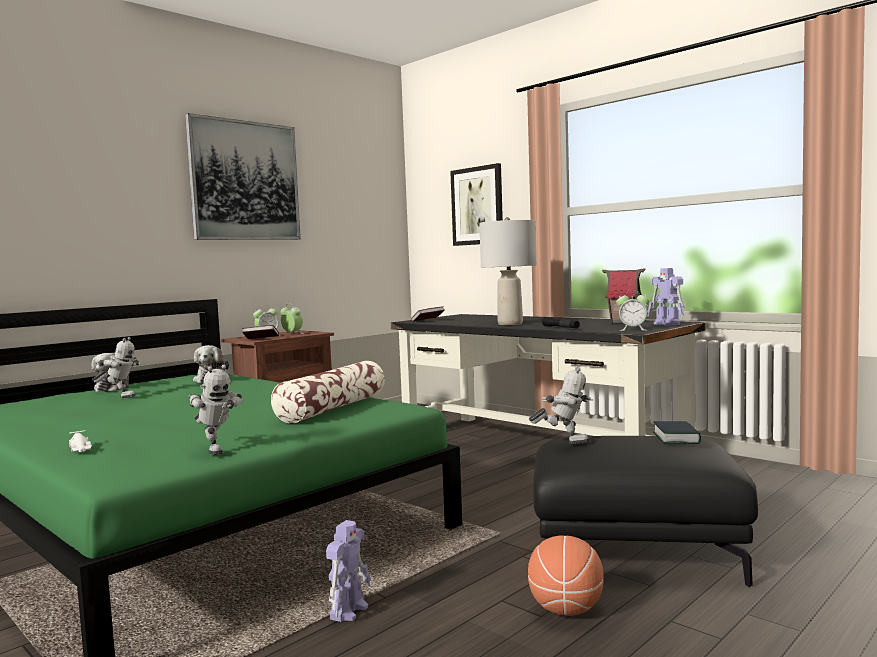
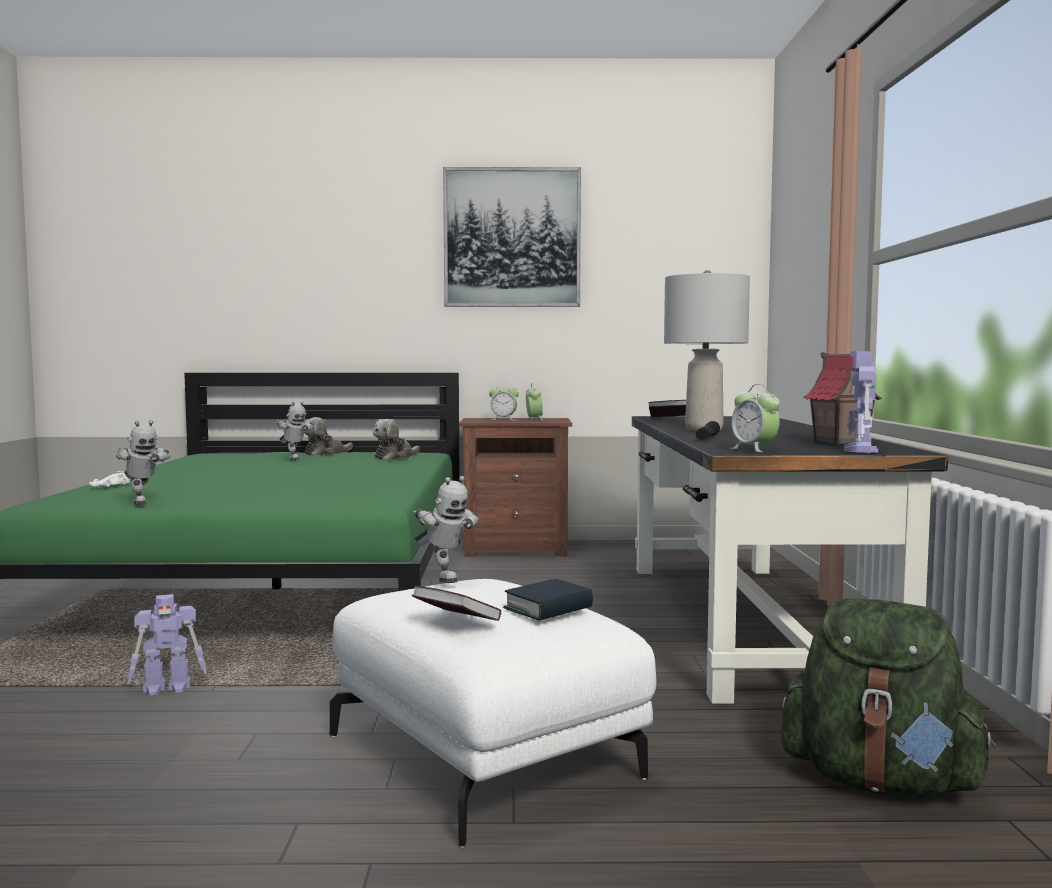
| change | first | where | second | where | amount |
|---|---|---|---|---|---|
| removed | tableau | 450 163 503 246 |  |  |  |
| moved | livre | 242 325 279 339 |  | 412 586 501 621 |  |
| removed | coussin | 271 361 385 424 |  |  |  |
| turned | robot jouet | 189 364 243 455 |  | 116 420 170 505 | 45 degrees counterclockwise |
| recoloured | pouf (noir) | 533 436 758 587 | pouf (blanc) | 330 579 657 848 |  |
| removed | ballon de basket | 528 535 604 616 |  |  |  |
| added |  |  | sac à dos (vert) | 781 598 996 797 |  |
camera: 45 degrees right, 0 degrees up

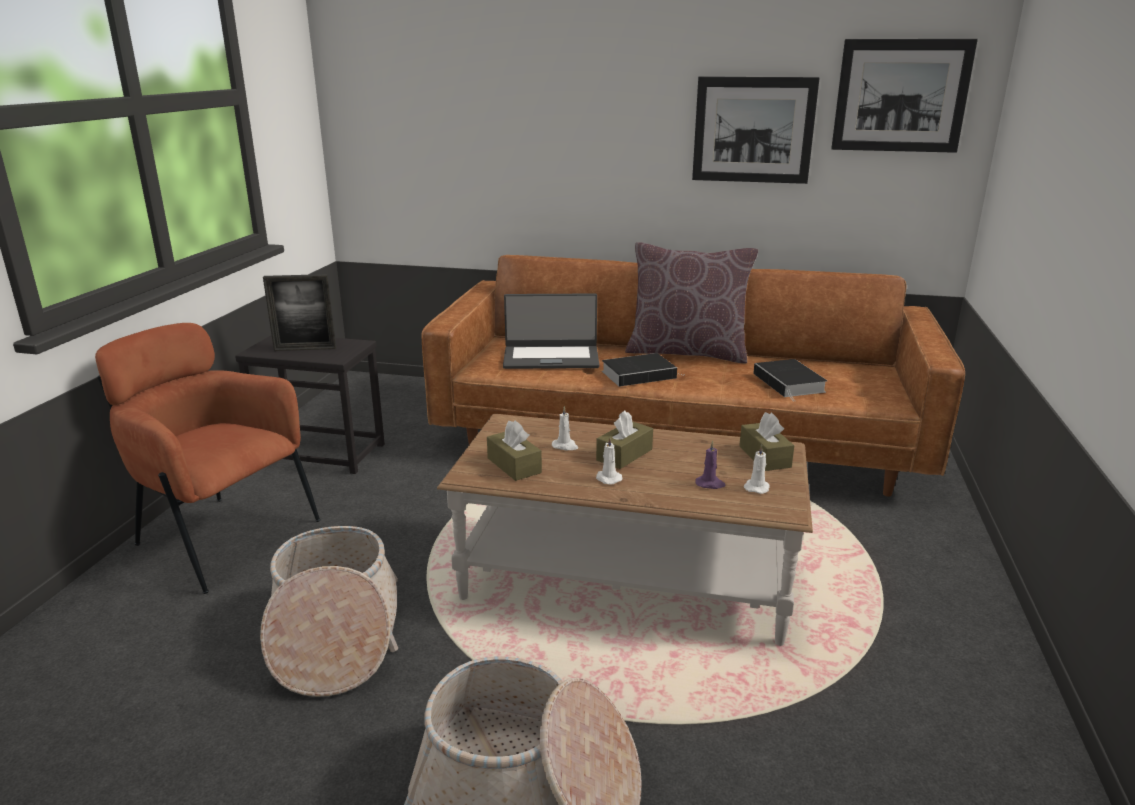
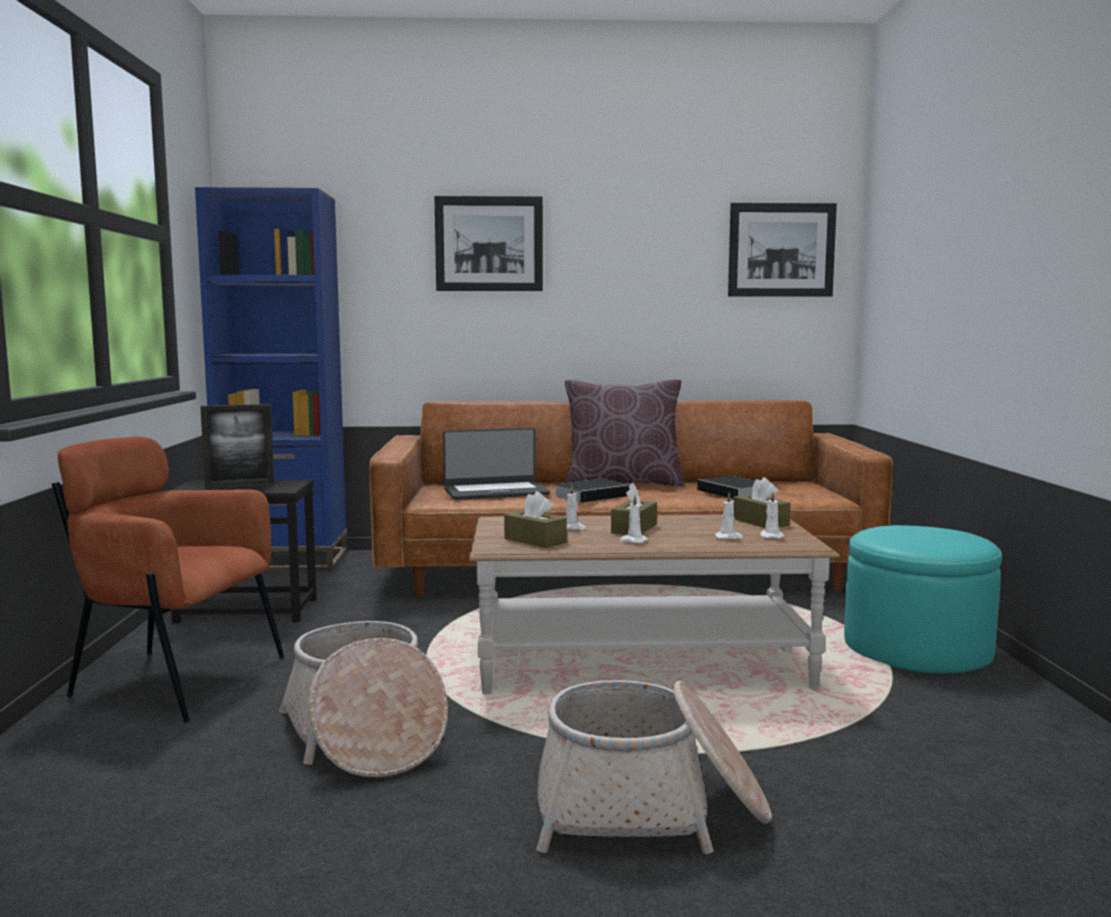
| change | first | where | second | where | amount |
|---|---|---|---|---|---|
| moved | tableau | 692 76 820 184 |  | 434 196 543 291 |  |
| recoloured | bougie (violet) | 695 441 726 489 | bougie (blanc) | 715 492 743 539 |  |
| added |  |  | bibliothèque (bleu) | 195 187 348 571 |  |
| added |  |  | pouf (turquoise) | 844 525 1002 673 |  |
camera: 15 degrees left, 15 degrees down

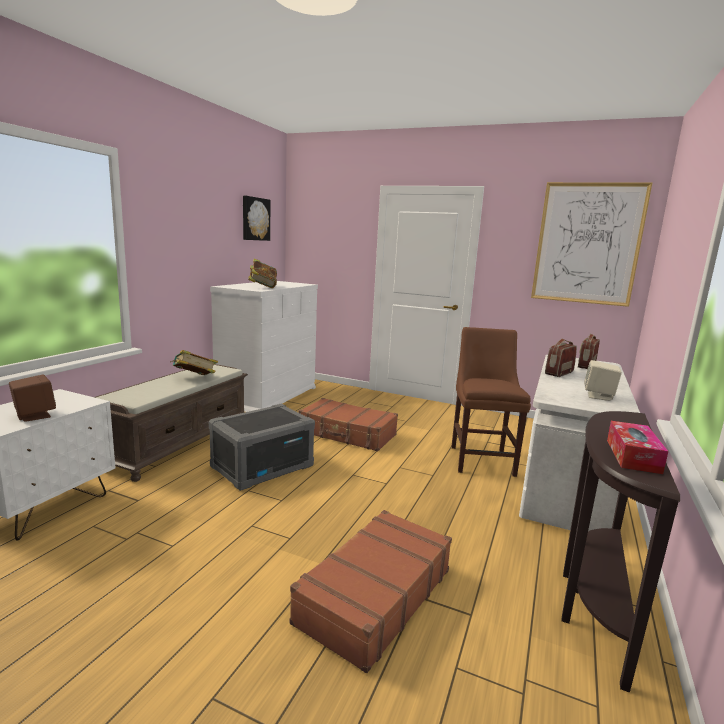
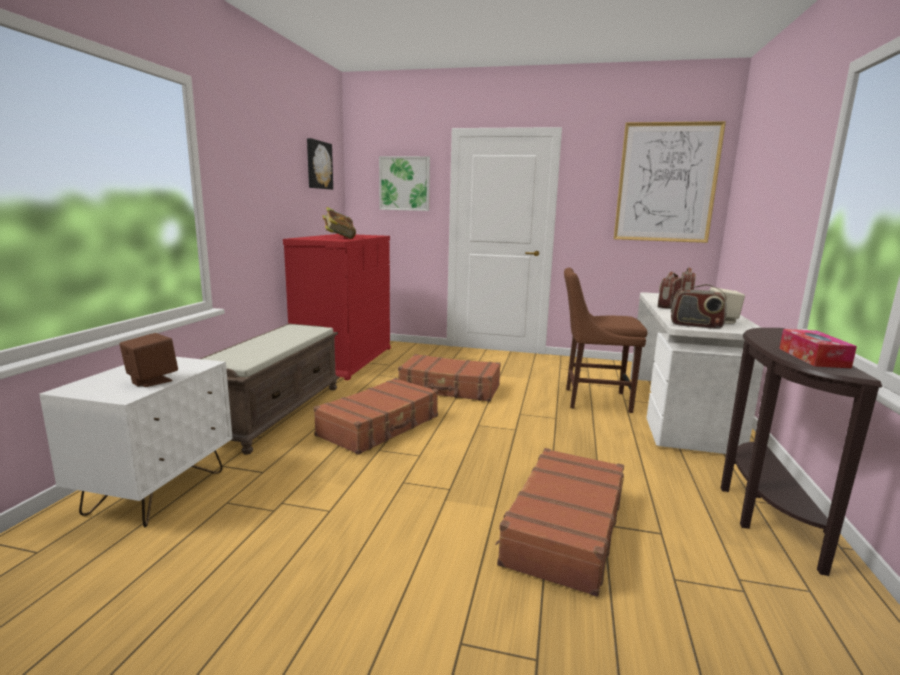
| change | first | where | second | where | amount |
|---|---|---|---|---|---|
| recoloured | commode (blanc) | 210 281 318 412 | commode (rouge) | 283 234 391 380 |  |
| turned | chaise (marron) | 451 327 531 477 |  | 564 268 647 413 | 75 degrees counterclockwise |
| removed | livre | 171 350 218 375 |  |  |  |
| replaced | boîte de rangement (gris) | 209 403 315 491 | valise (marron) | 314 378 438 455 |  |
| added |  |  | tableau | 379 156 430 211 |  |
| added |  |  | radio | 671 284 727 329 |  |
camera: 10 degrees left, 0 degrees up

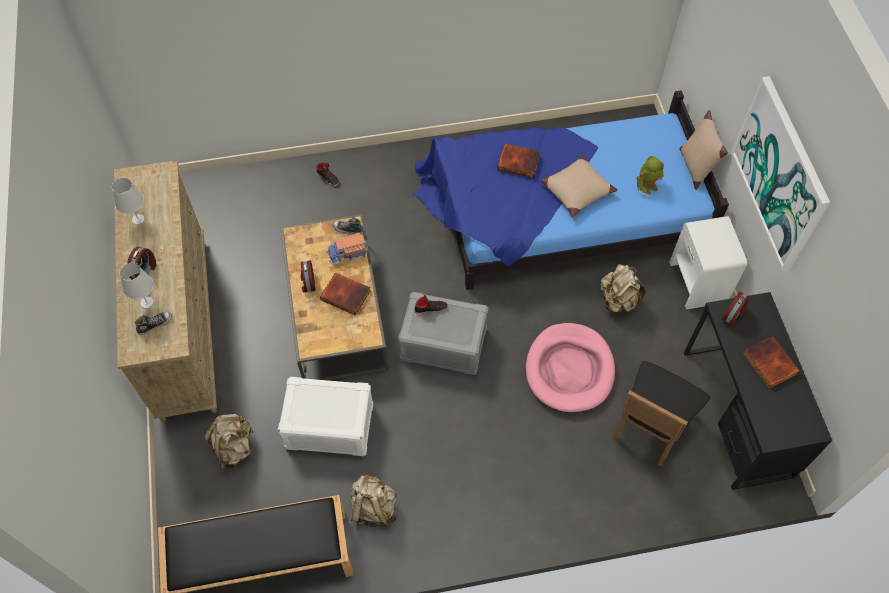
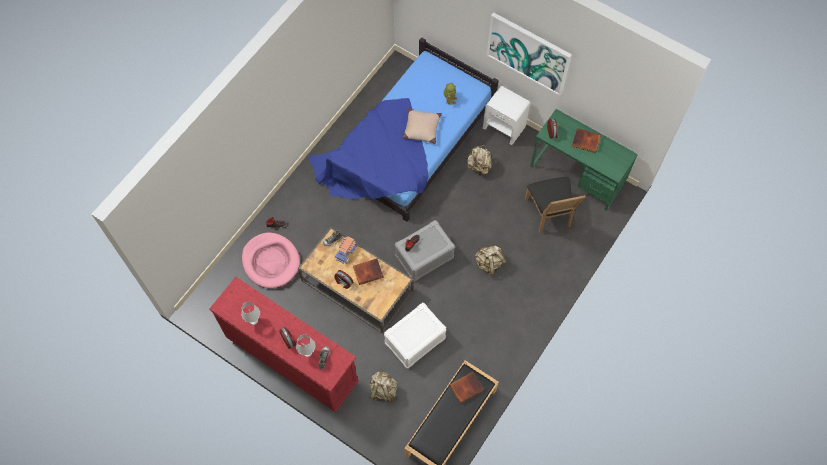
| change | first | where | second | where | amount |
|---|---|---|---|---|---|
| removed | coussin (beige) | 680 110 728 190 |  |  |  |
| moved | livre | 497 144 541 178 |  | 450 372 484 404 |  |
| recoloured | commode (beige) | 114 160 217 422 | commode (rouge) | 209 277 359 412 |  |
| recoloured | bureau (noir) | 684 292 832 490 | bureau (vert) | 530 109 638 211 |  |
| moved | panier pour chien (rose) | 526 323 615 413 |  | 242 233 300 288 |  |
| moved | sac à dos (beige) | 349 472 397 527 |  | 475 245 507 275 |  |
camera: 45 degrees left, 5 degrees up

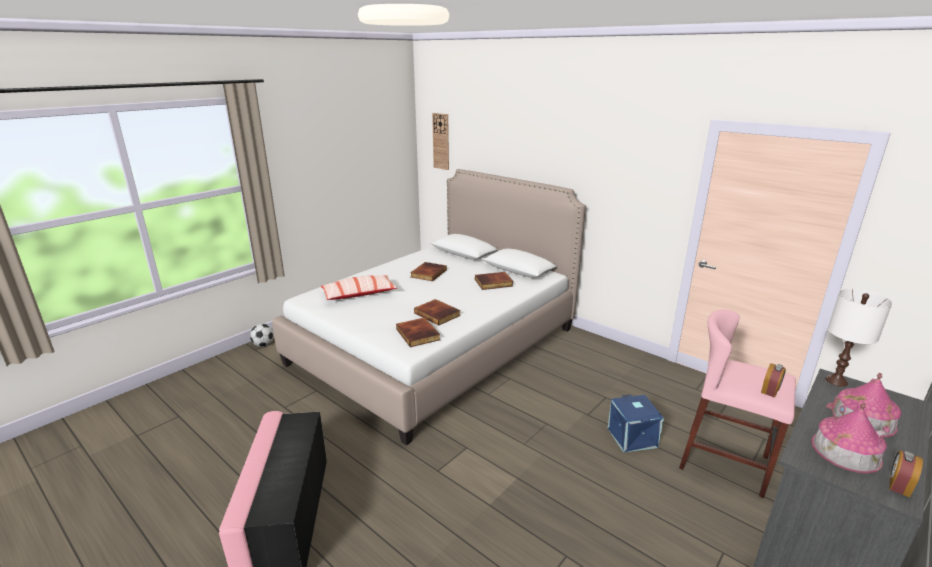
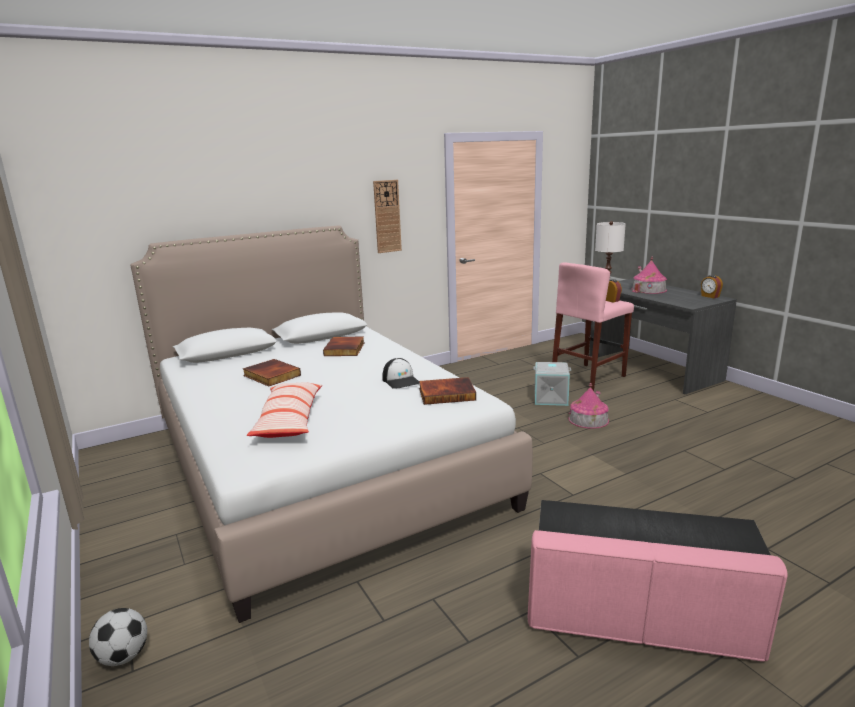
| change | first | where | second | where | amount |
|---|---|---|---|---|---|
| moved | horloge murale | 432 113 449 170 |  | 373 180 402 253 |  |
| replaced | livre | 414 299 461 326 | casquette | 382 358 420 389 |  |
| recoloured | boîte de rangement (bleu) | 608 395 664 452 | boîte de rangement (gris) | 533 362 571 406 |  |
| moved | maison miniature | 811 402 890 473 |  | 568 383 609 429 |  |
camera: 70 degrees left, 5 degrees down

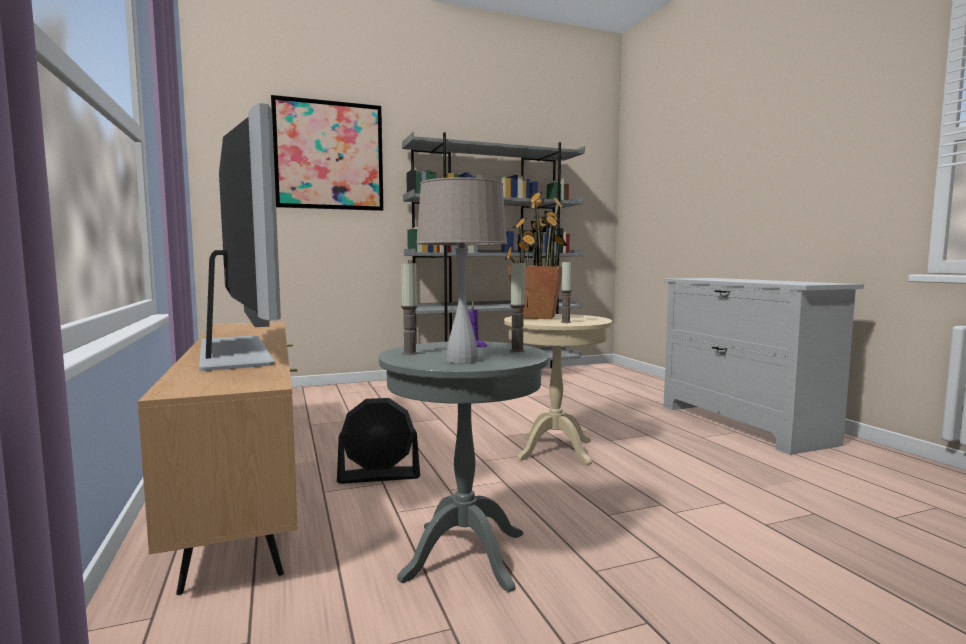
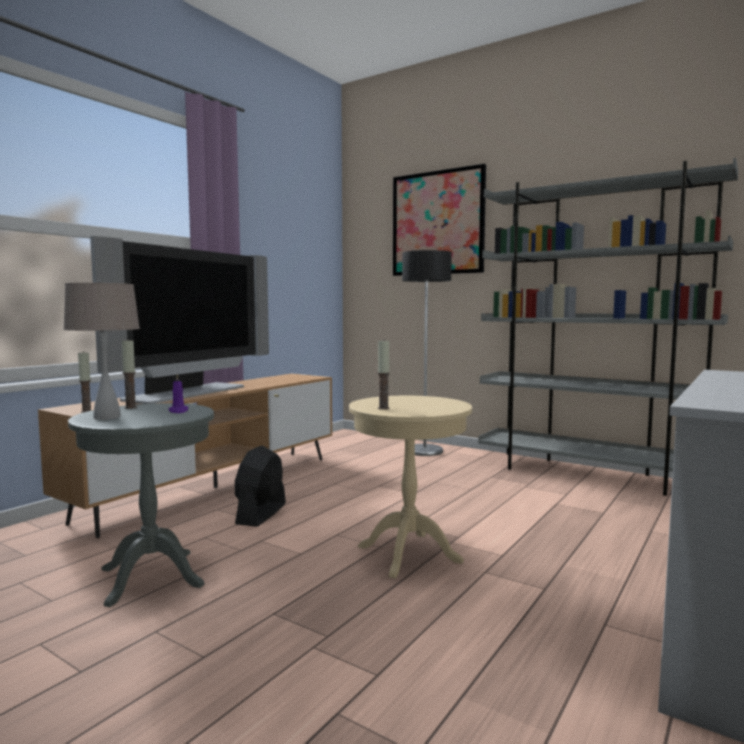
| change | first | where | second | where | amount |
|---|---|---|---|---|---|
| removed | plante en pot | 505 192 567 319 |  |  |  |
| moved | bougie | 510 260 526 352 |  | 78 351 92 413 |  |
| turned | ventilateur (noir) | 337 398 420 484 |  | 235 445 286 527 | 60 degrees clockwise |
| added |  |  | lampadaire | 402 250 452 456 |  |
camera: 55 degrees right, 0 degrees up

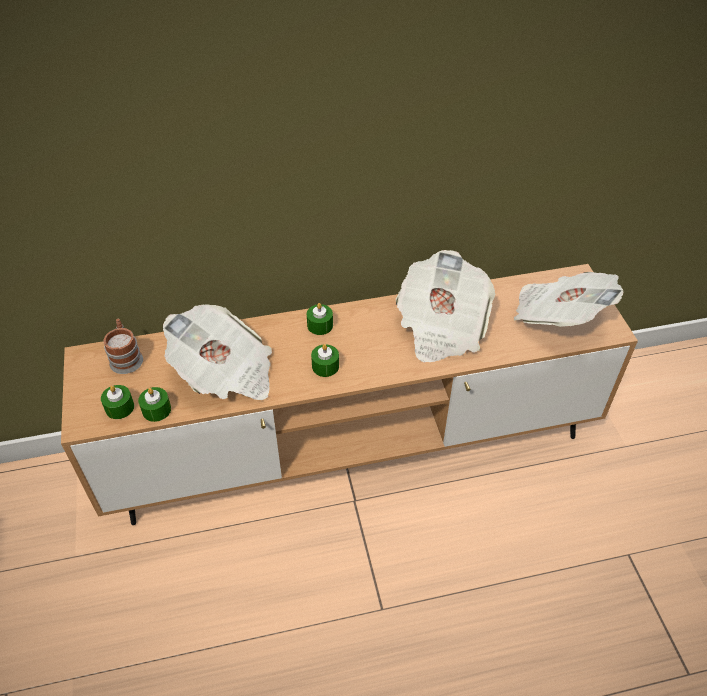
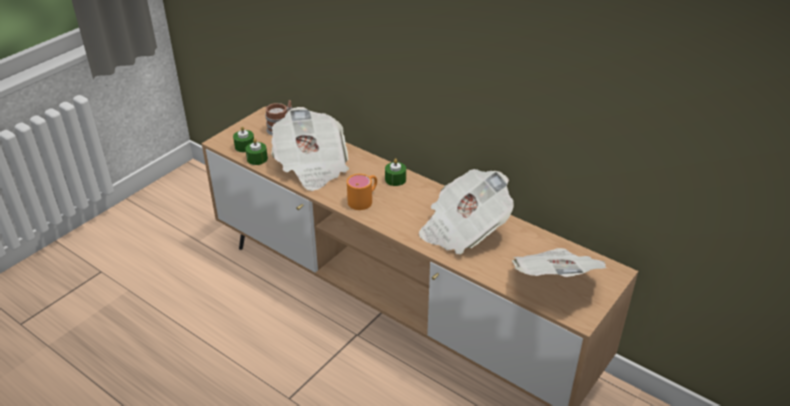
| change | first | where | second | where | amount |
|---|---|---|---|---|---|
| replaced | bougie (vert) | 311 344 339 377 | mug (orange) | 347 174 377 210 |  |
camera: 50 degrees right, 10 degrees down

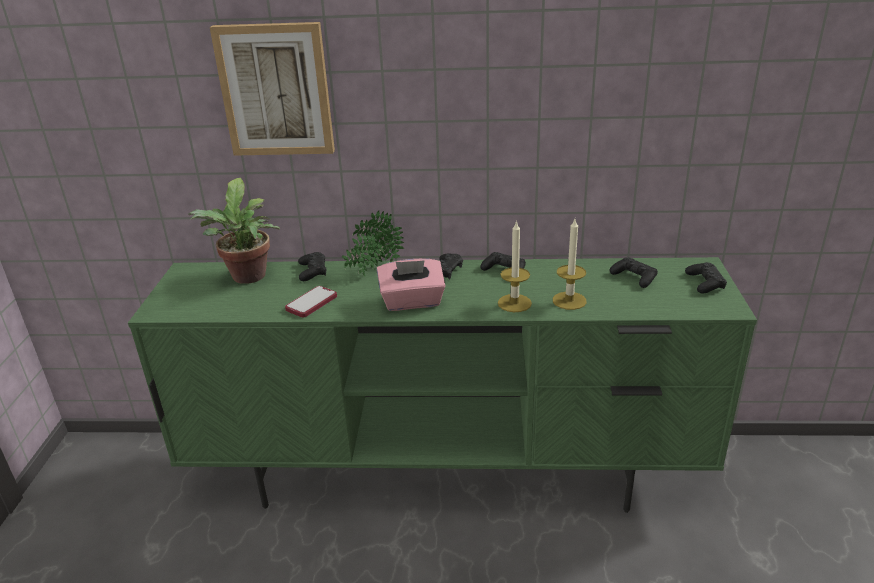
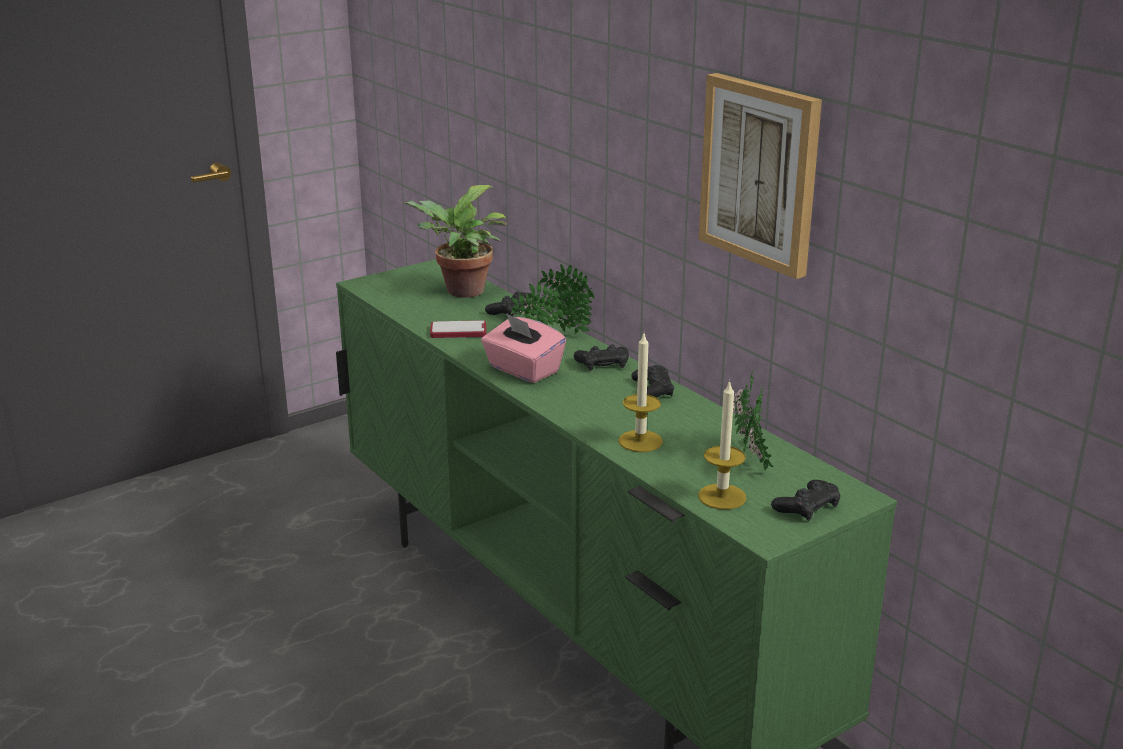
| change | first | where | second | where | amount |
|---|---|---|---|---|---|
| moved | tableau | 210 22 335 156 |  | 699 73 822 279 |  |
| moved | bougie | 498 220 532 312 |  | 698 380 746 510 |  |
| replaced | manette (noir) | 610 257 658 288 | plante en pot | 733 371 774 471 |  |
camera: 50 degrees right, 5 degrees down

